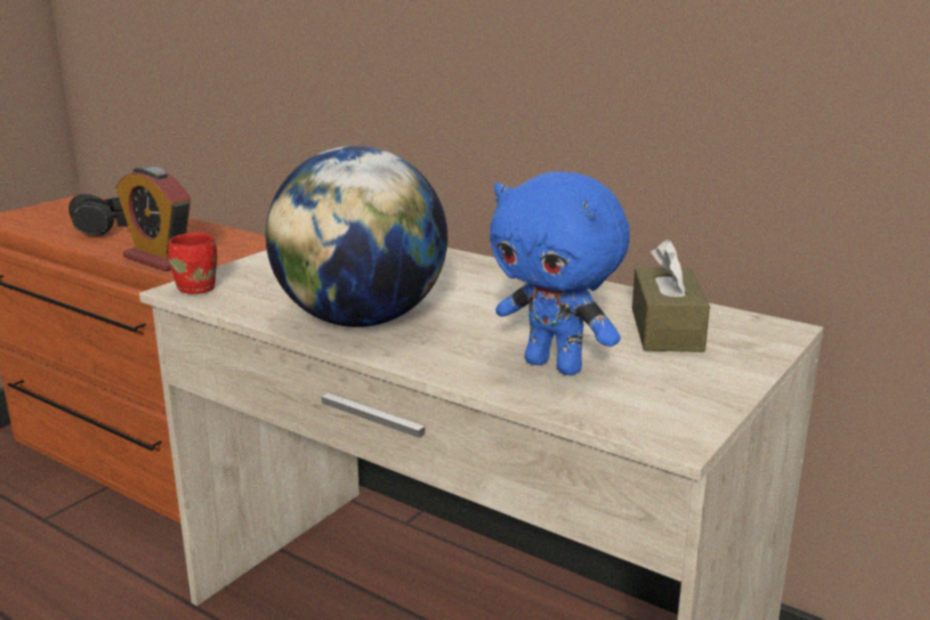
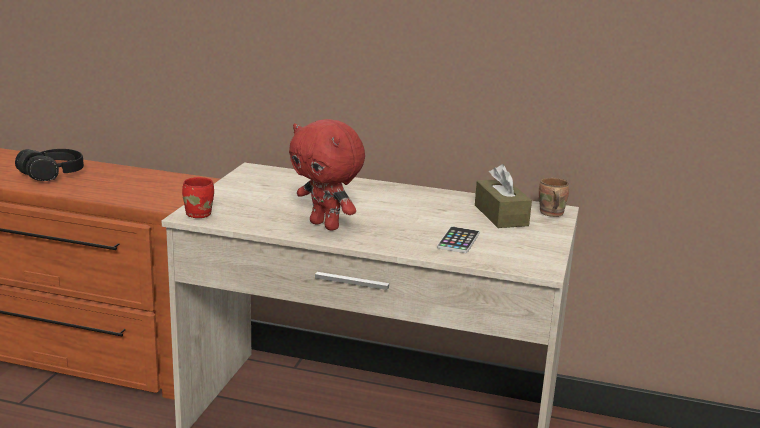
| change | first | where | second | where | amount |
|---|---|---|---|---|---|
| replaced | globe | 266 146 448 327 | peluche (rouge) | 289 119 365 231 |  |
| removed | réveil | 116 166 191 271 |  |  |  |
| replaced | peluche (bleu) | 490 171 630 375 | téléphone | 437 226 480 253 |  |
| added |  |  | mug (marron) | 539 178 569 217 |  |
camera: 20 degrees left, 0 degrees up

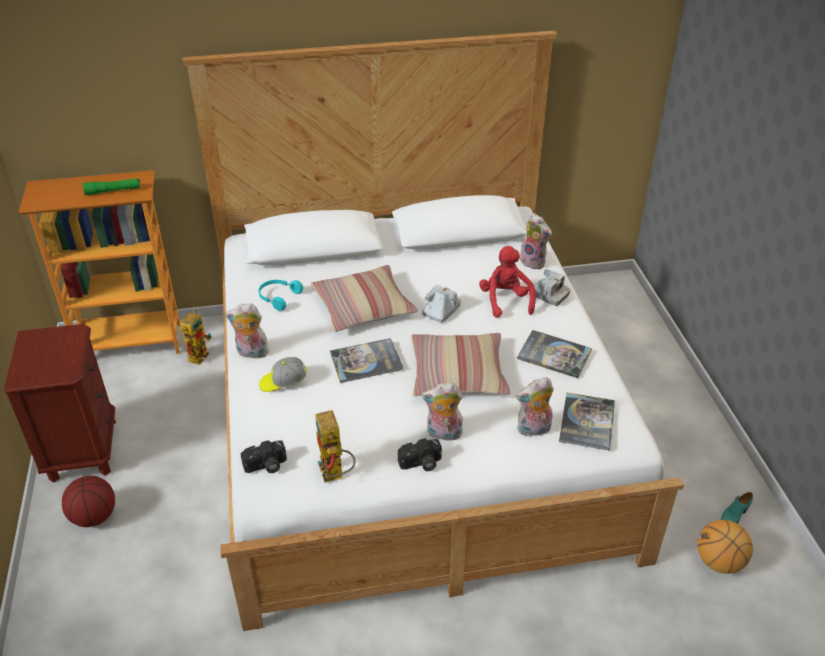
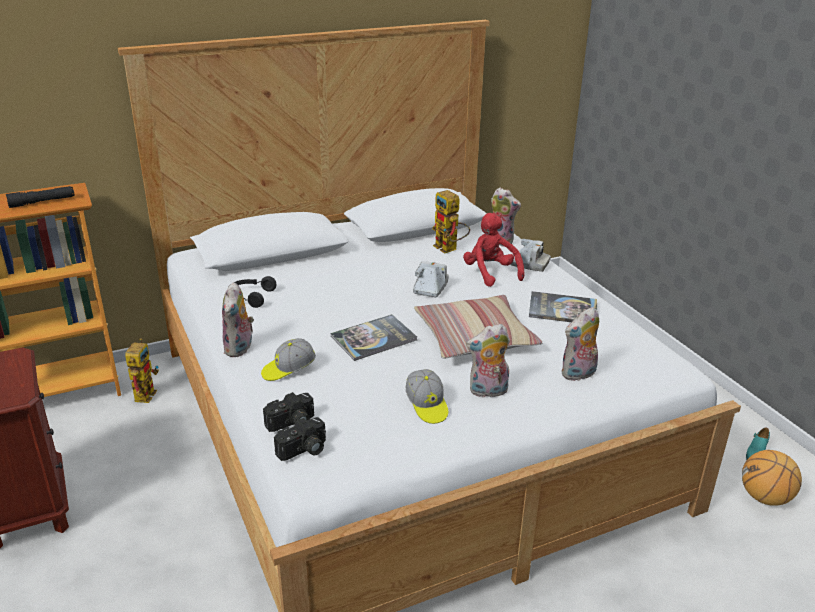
| change | first | where | second | where | amount |
|---|---|---|---|---|---|
| recoloured | lampe de poche (vert) | 83 179 140 195 | lampe de poche (noir) | 6 186 75 208 |  |
| removed | coussin | 311 265 418 332 |  |  |  |
| recoloured | casque audio (turquoise) | 259 280 303 311 | casque audio (noir) | 228 276 276 308 |  |
| turned | peluche | 225 304 269 359 |  | 222 282 254 357 | 75 degrees counterclockwise |
| removed | livre | 559 392 615 451 |  |  |  |
| moved | robot jouet | 315 410 355 483 |  | 432 190 470 253 |  |
| moved | appareil photo | 398 438 442 471 |  | 263 392 314 432 |  |
| removed | ballon de basket | 62 476 115 527 |  |  |  |
| added |  |  | casquette | 406 369 448 424 |  |
camera: 15 degrees left, 10 degrees down

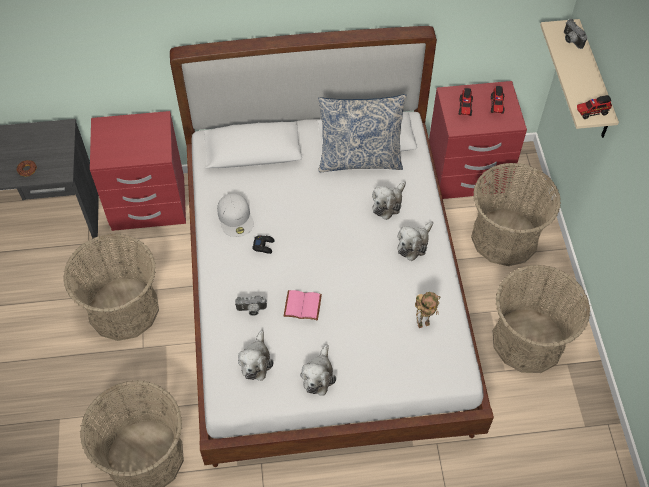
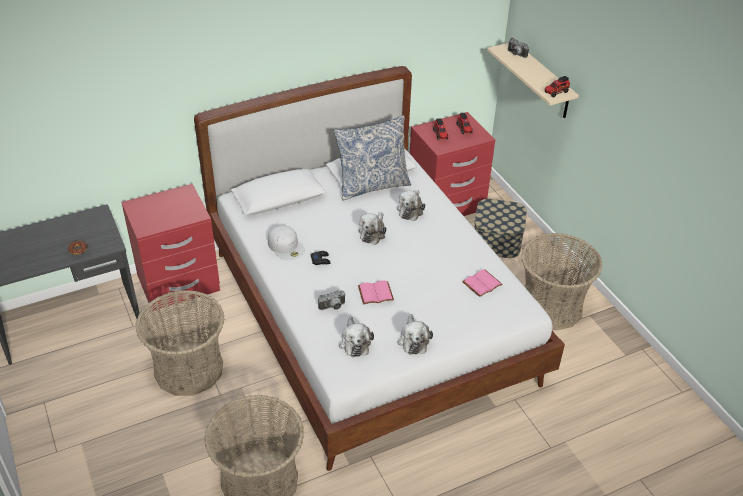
| change | first | where | second | where | amount |
|---|---|---|---|---|---|
| replaced | panier | 471 163 561 266 | boîte de rangement | 474 199 527 258 |  |
| moved | peluche | 397 221 433 261 |  | 359 213 387 245 |  |
| replaced | robot jouet | 415 292 441 328 | livre (rose) | 462 269 503 297 |  |
camera: 20 degrees left, 15 degrees down

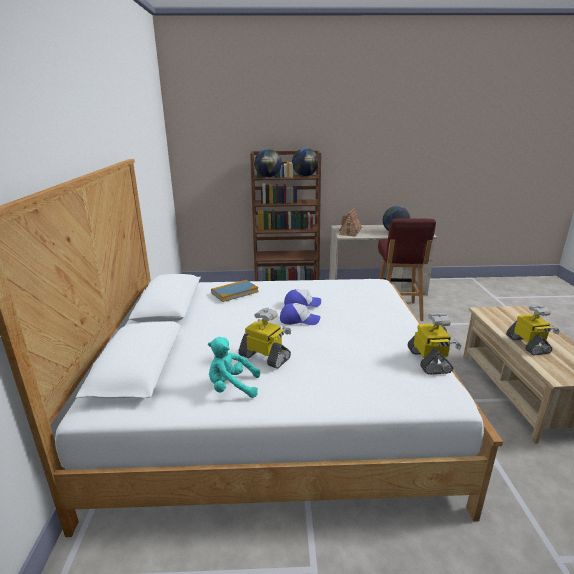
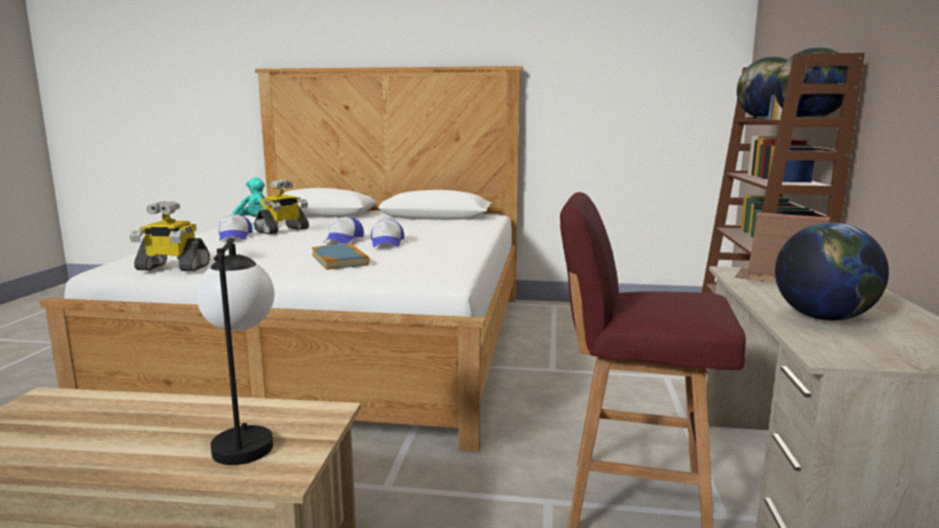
| change | first | where | second | where | amount |
|---|---|---|---|---|---|
| moved | livre | 211 280 259 302 |  | 312 243 369 270 |  |
| removed | robot jouet | 506 305 560 355 |  |  |  |
| added |  |  | casquette | 219 214 253 241 |  |
| added |  |  | lampe de table | 196 238 274 465 |  |
camera: 100 degrees right, 10 degrees down

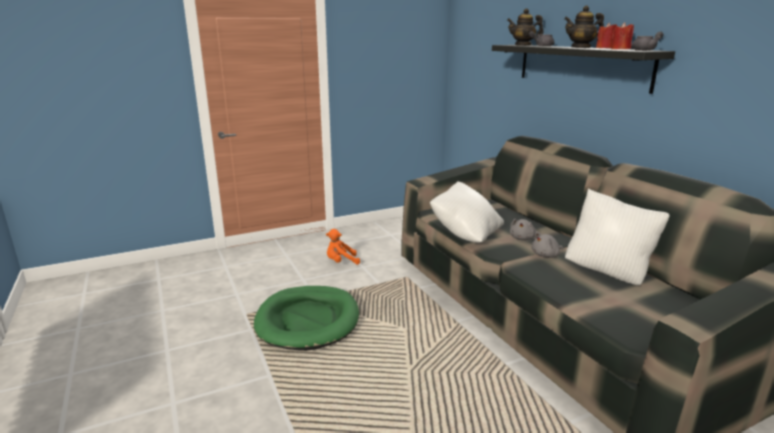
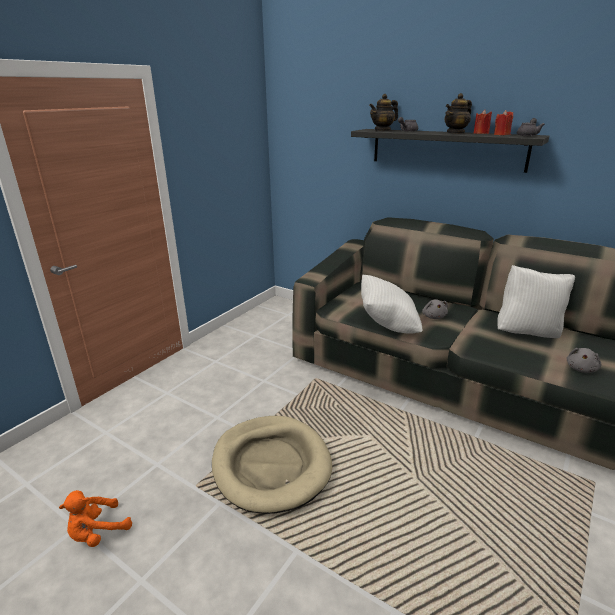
| change | first | where | second | where | amount |
|---|---|---|---|---|---|
| moved | peluche (orange) | 326 229 360 265 |  | 59 490 132 547 |  |
| moved | peluche (gris) | 532 231 563 258 |  | 567 348 602 373 |  |
| recoloured | panier pour chien (vert) | 254 286 359 351 | panier pour chien (beige) | 212 416 332 514 |  |
camera: 30 degrees left, 5 degrees up

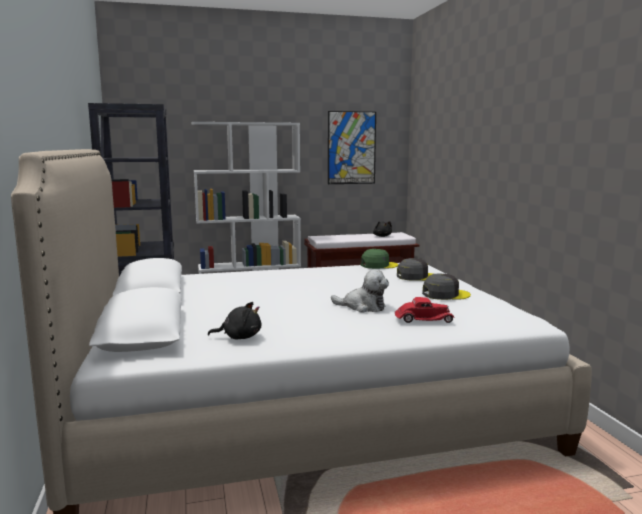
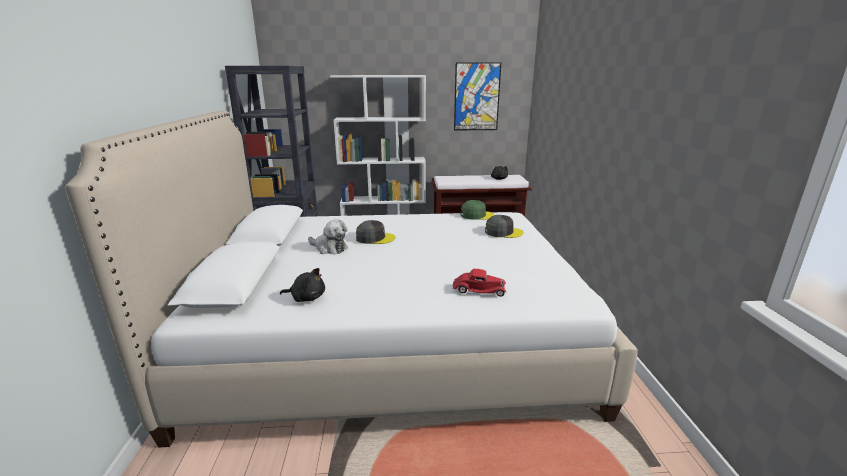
| change | first | where | second | where | amount |
|---|---|---|---|---|---|
| moved | peluche | 331 269 389 312 |  | 308 219 348 254 |  |
| moved | casquette (gris) | 422 273 471 300 |  | 356 220 396 244 |  |
camera: 10 degrees right, 10 degrees up

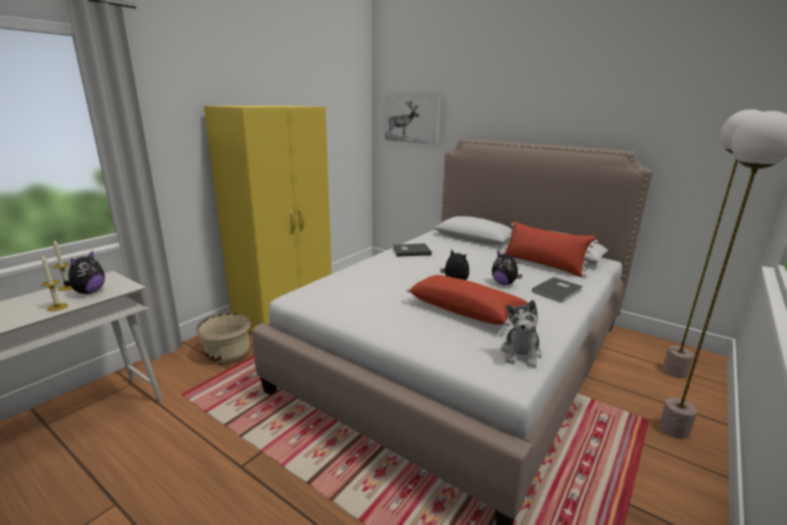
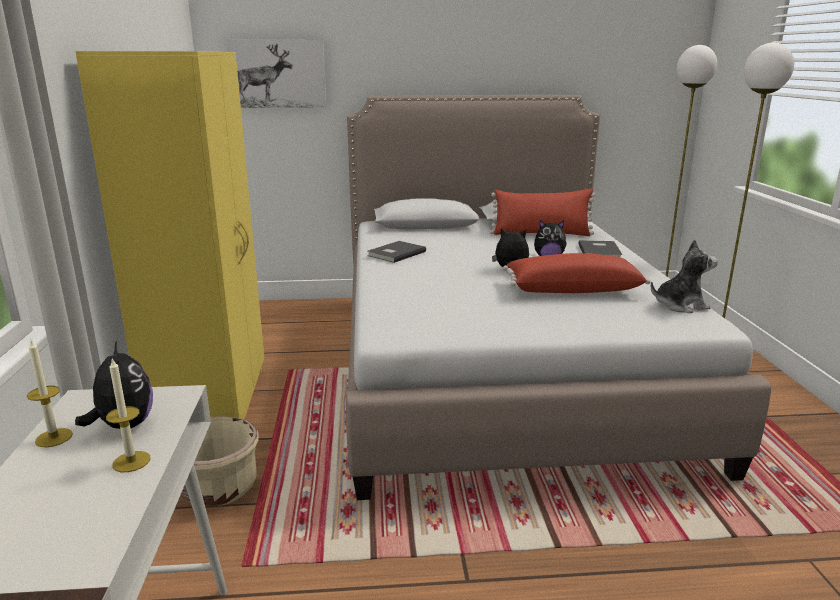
| change | first | where | second | where | amount |
|---|---|---|---|---|---|
| turned | peluche | 501 300 542 368 |  | 651 239 718 313 | 75 degrees counterclockwise |
camera: 40 degrees left, 0 degrees up

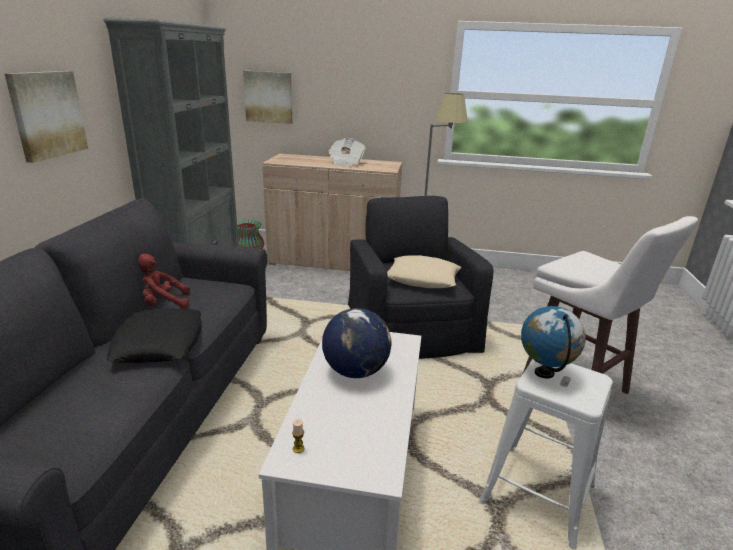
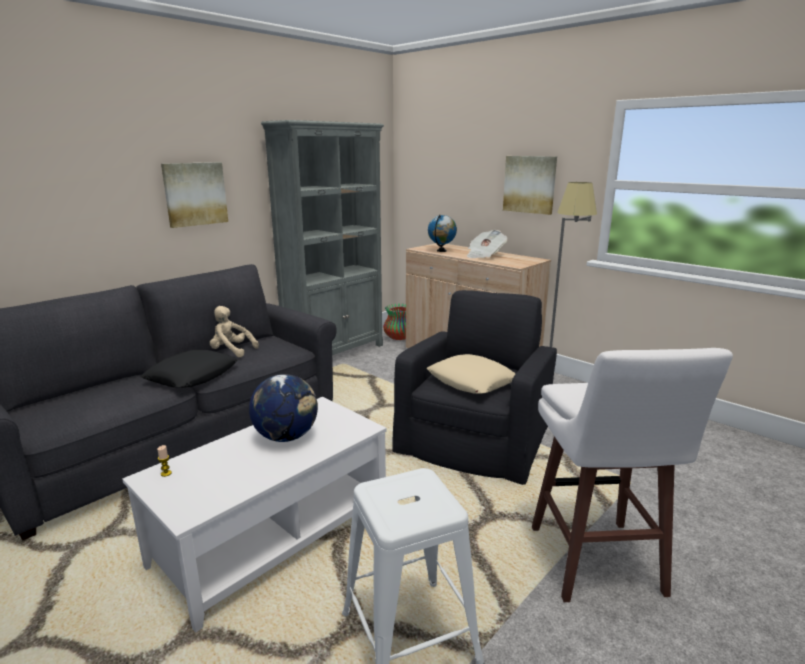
| change | first | where | second | where | amount |
|---|---|---|---|---|---|
| moved | tableau | 243 71 292 124 |  | 503 156 557 215 |  |
| recoloured | peluche (rouge) | 138 254 190 309 | peluche (beige) | 210 306 259 357 |  |
| moved | globe | 521 306 586 378 |  | 428 215 457 252 |  |
camera: 35 degrees right, 5 degrees down

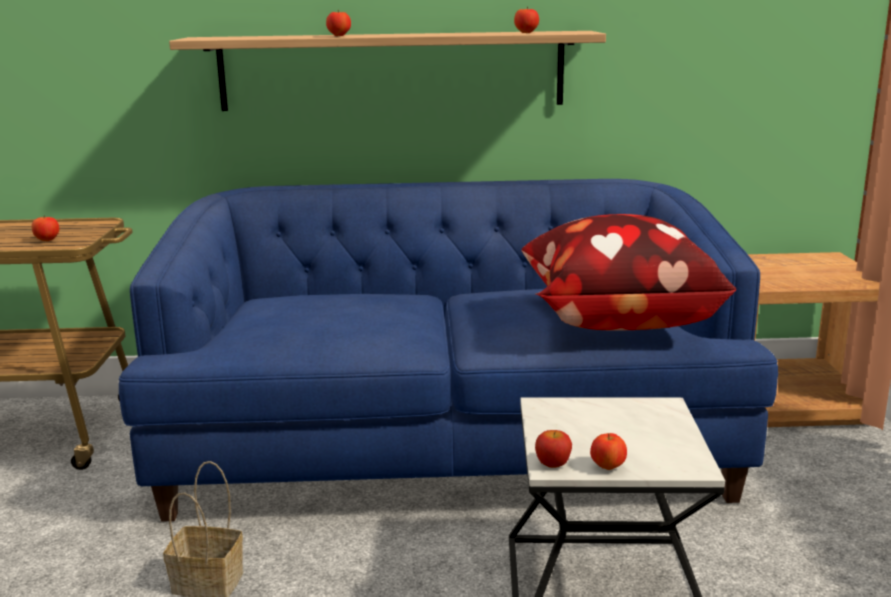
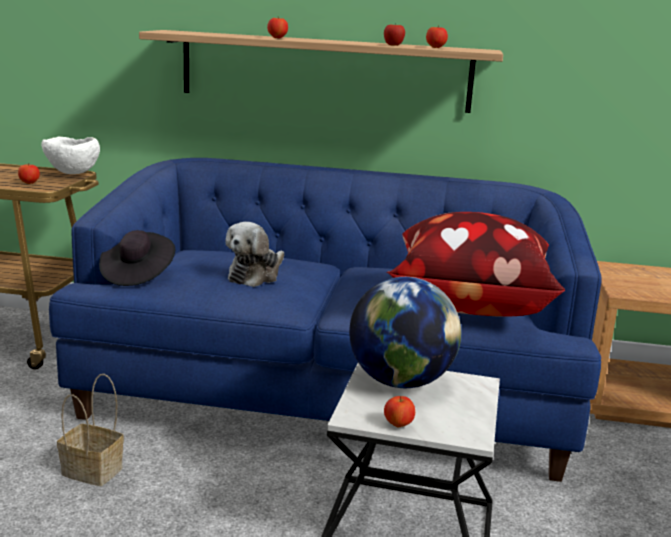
| change | first | where | second | where | amount |
|---|---|---|---|---|---|
| moved | pomme | 535 430 572 468 |  | 384 24 405 46 |  |
| added |  |  | bol (blanc) | 41 136 100 174 |  |
| added |  |  | peluche | 225 222 284 287 |  |
| added |  |  | chapeau (noir) | 99 230 175 286 |  |
| added |  |  | globe | 349 277 461 388 |  |
camera: 10 degrees right, 0 degrees up

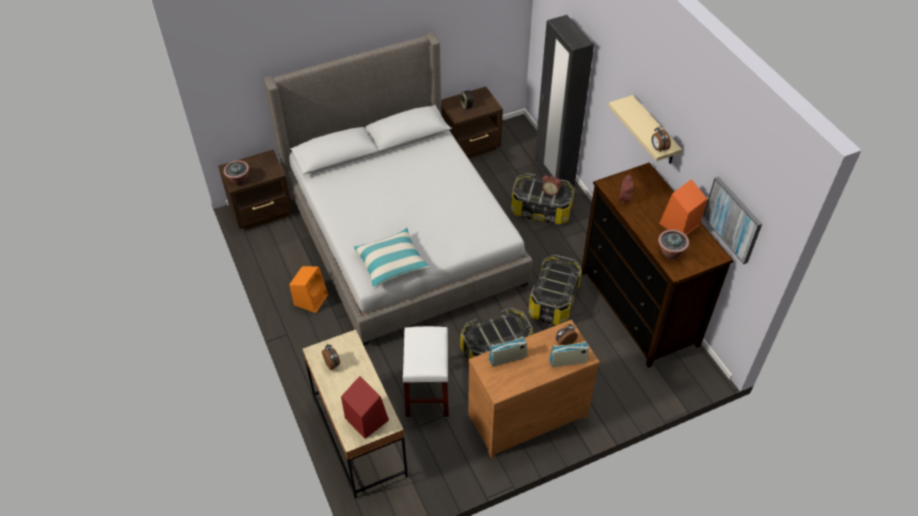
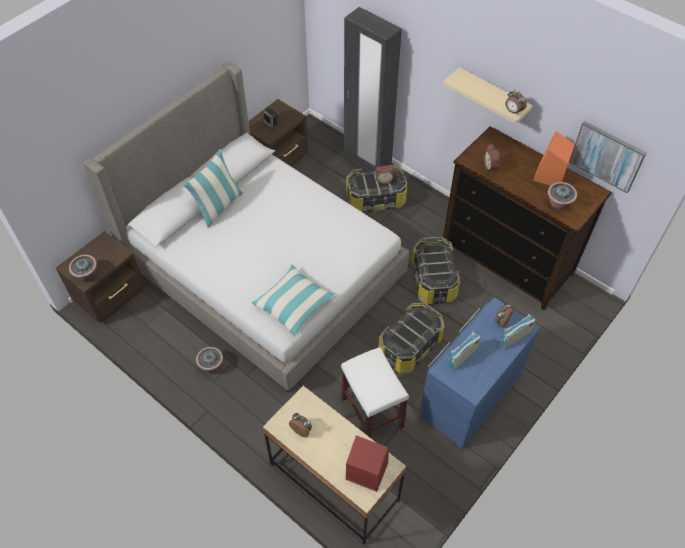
| change | first | where | second | where | amount |
|---|---|---|---|---|---|
| replaced | enceinte (orange) | 289 266 328 313 | plante en pot | 196 347 223 373 |  |
| recoloured | commode (marron) | 468 320 600 458 | commode (bleu) | 420 297 541 449 |  |
| added |  |  | coussin | 183 150 243 227 |  |
camera: 25 degrees left, 5 degrees up

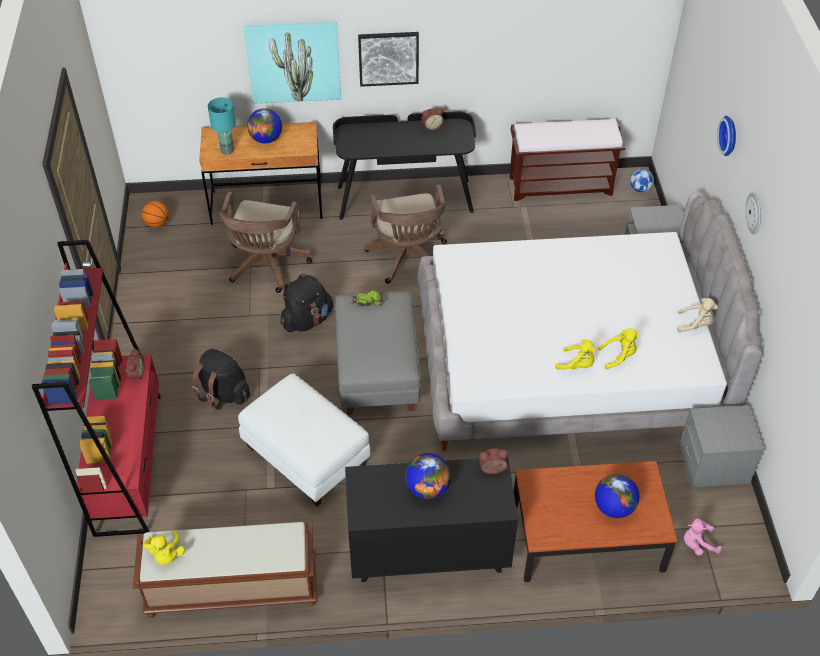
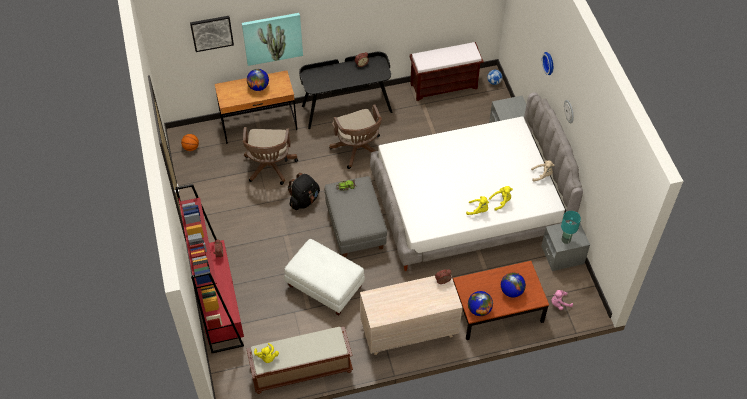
| change | first | where | second | where | amount |
|---|---|---|---|---|---|
| moved | tableau | 358 32 419 87 |  | 190 16 234 52 |  |
| moved | lampe de table (turquoise) | 208 97 236 155 |  | 561 211 581 244 |  |
| removed | sac à dos (noir) | 192 349 250 410 |  |  |  |
| moved | globe | 405 453 451 499 |  | 468 291 493 316 |  |
| recoloured | commode (noir) | 345 457 518 582 | commode (beige) | 360 276 463 355 |  |
camera: 10 degrees left, 5 degrees up

